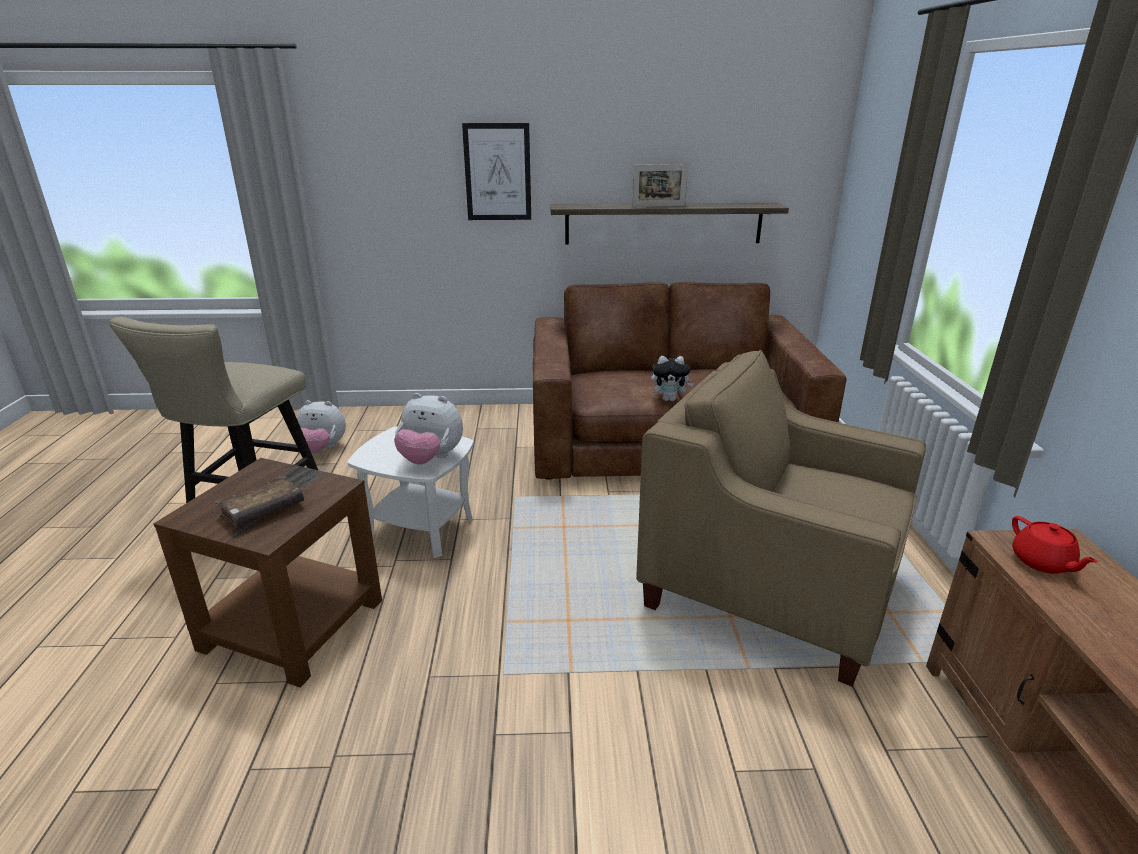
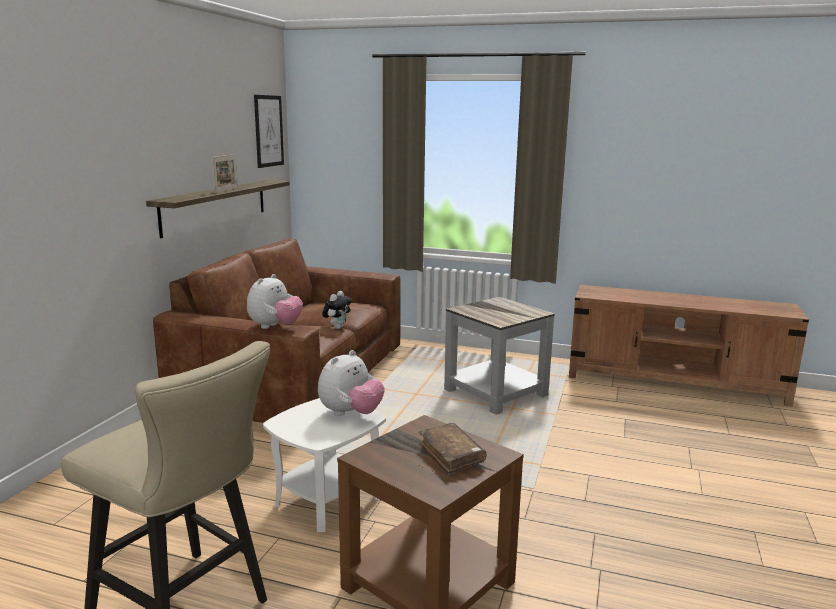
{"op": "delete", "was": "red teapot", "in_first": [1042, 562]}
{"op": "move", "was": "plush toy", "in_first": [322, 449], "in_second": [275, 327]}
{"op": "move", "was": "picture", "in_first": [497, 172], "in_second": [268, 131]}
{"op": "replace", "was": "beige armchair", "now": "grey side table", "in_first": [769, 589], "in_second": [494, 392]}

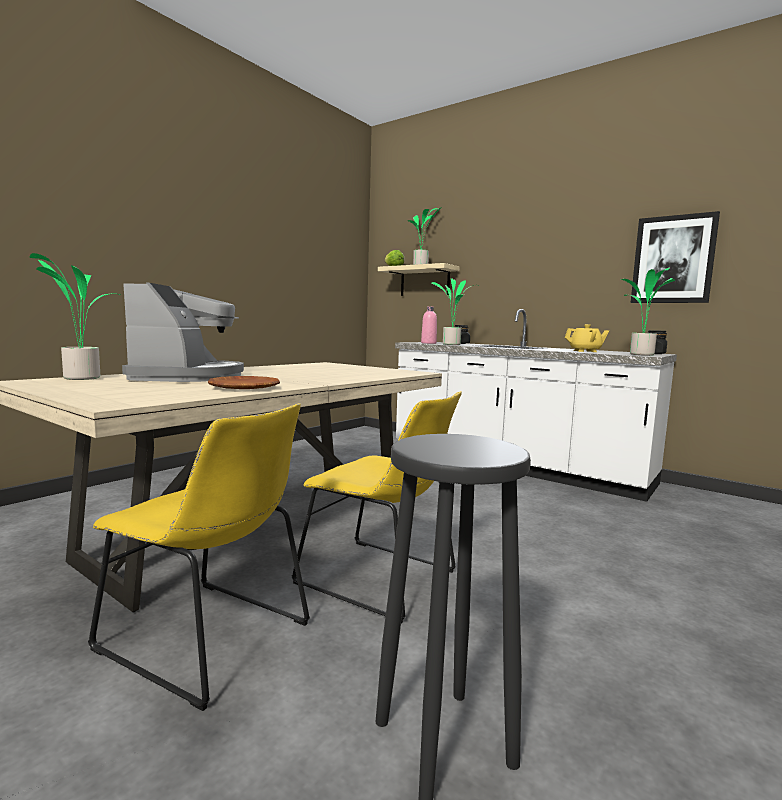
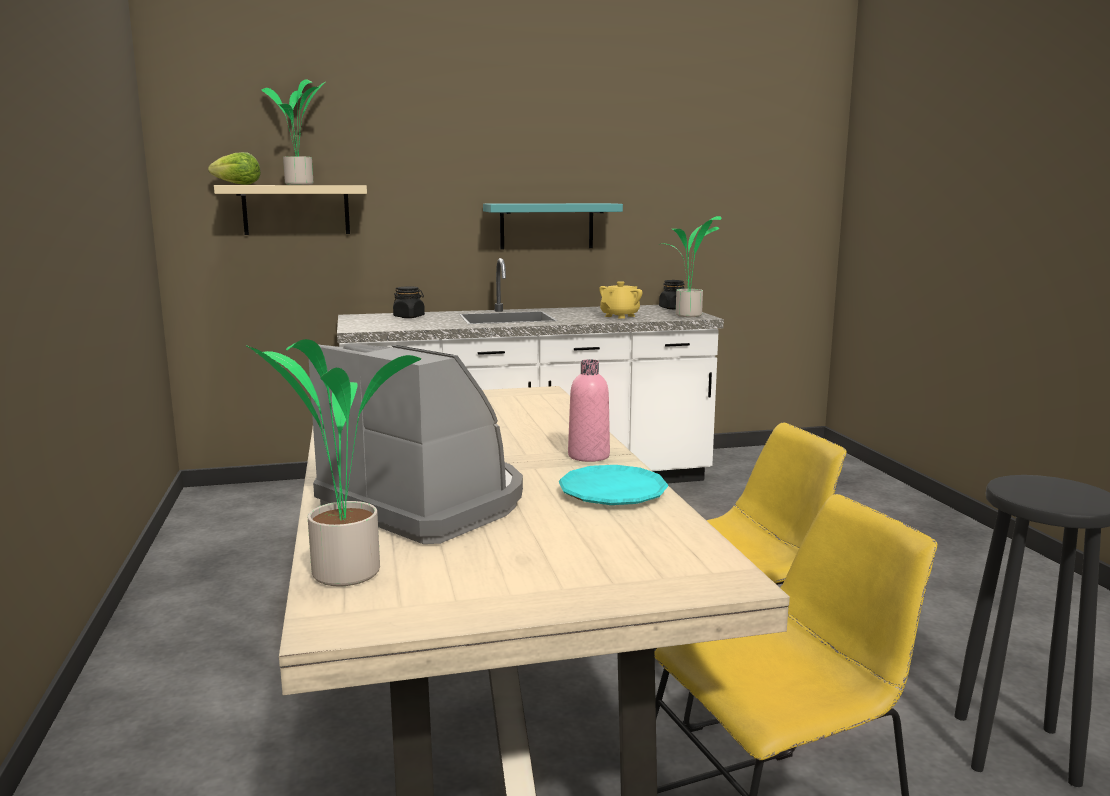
{"op": "delete", "was": "potted plant", "in_first": [452, 344]}
{"op": "delete", "was": "picture", "in_first": [673, 260]}
{"op": "insert", "now": "turquoise shelf", "in_second": [546, 226]}
{"op": "move", "was": "pink bottle", "in_first": [428, 343], "in_second": [588, 456]}
{"op": "recolor", "was": "brown plate", "now": "turquoise plate", "in_first": [244, 387], "in_second": [612, 493]}

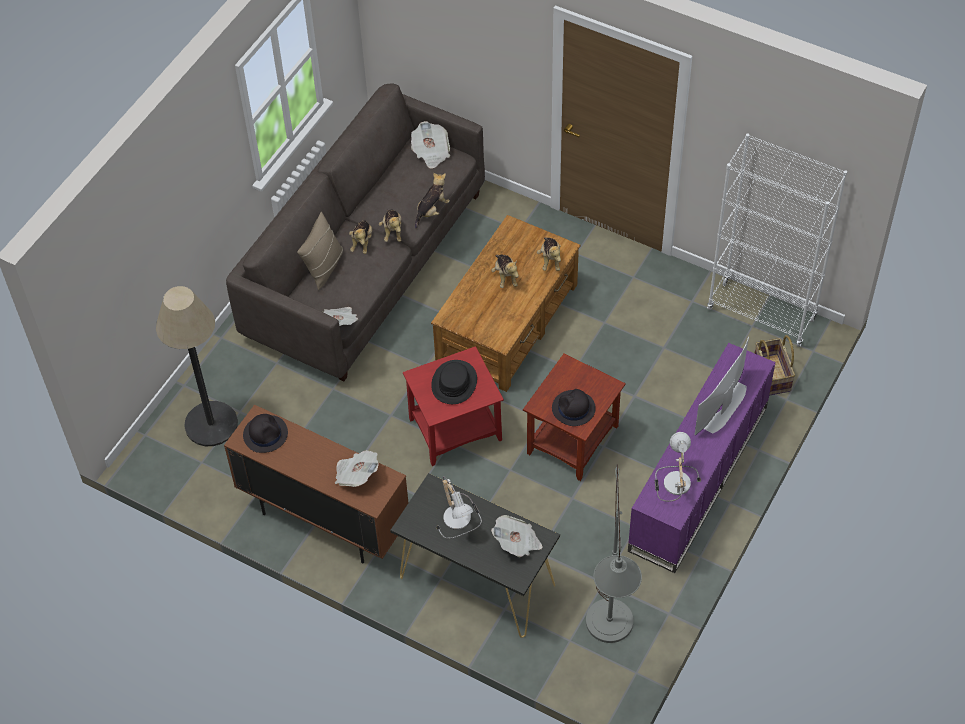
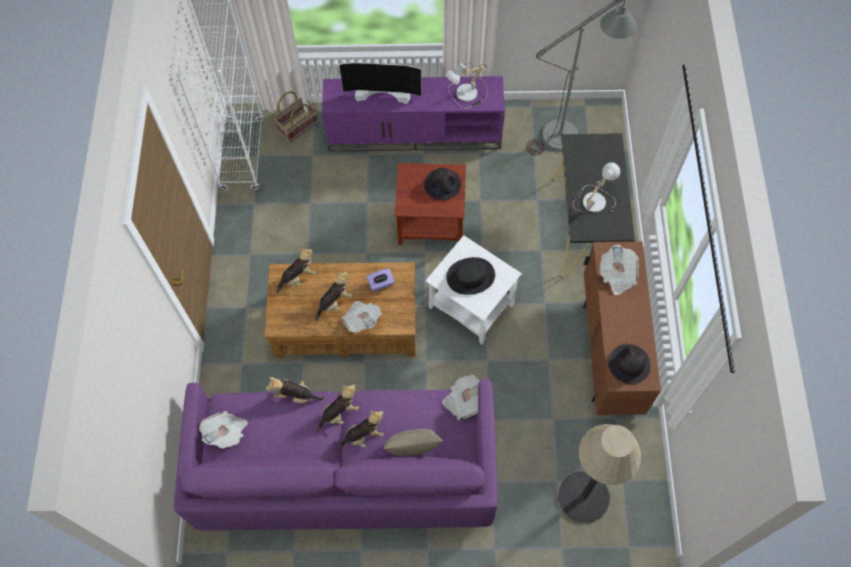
{"op": "insert", "now": "purple tissue box", "in_second": [381, 284]}
{"op": "move", "was": "newspaper", "in_first": [517, 543], "in_second": [362, 319]}
{"op": "recolor", "was": "grey sofa", "now": "purple sofa", "in_first": [366, 264], "in_second": [345, 470]}
{"op": "recolor", "was": "red side table", "now": "white side table", "in_first": [455, 430], "in_second": [472, 305]}

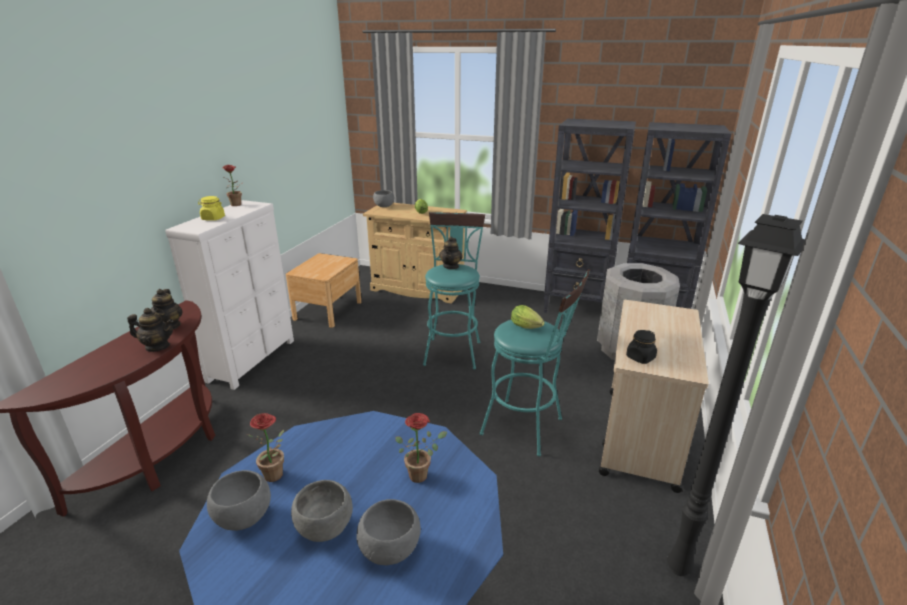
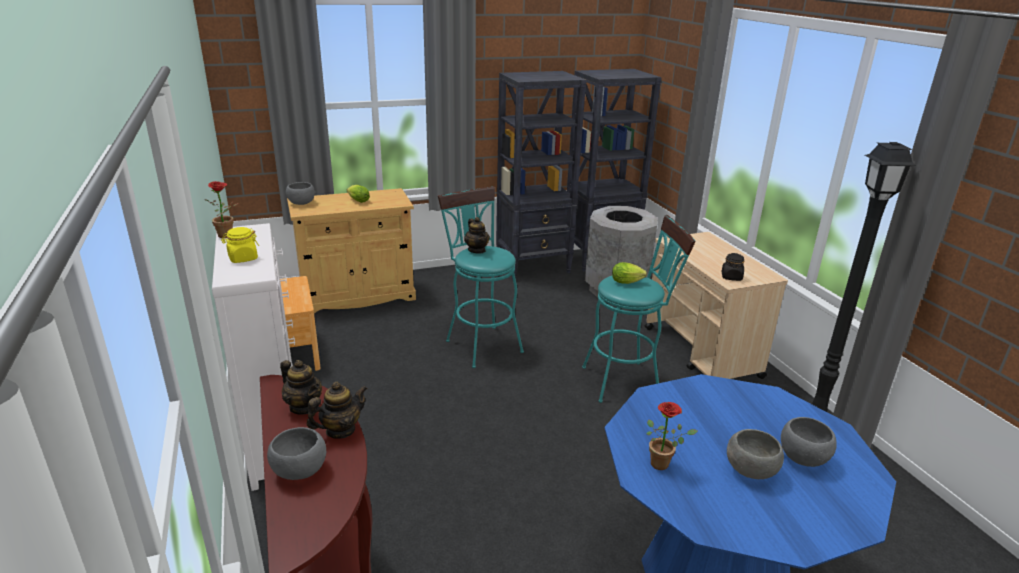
{"op": "delete", "was": "potted plant", "in_first": [421, 474]}
{"op": "move", "was": "grey bowl", "in_first": [244, 517], "in_second": [300, 471]}

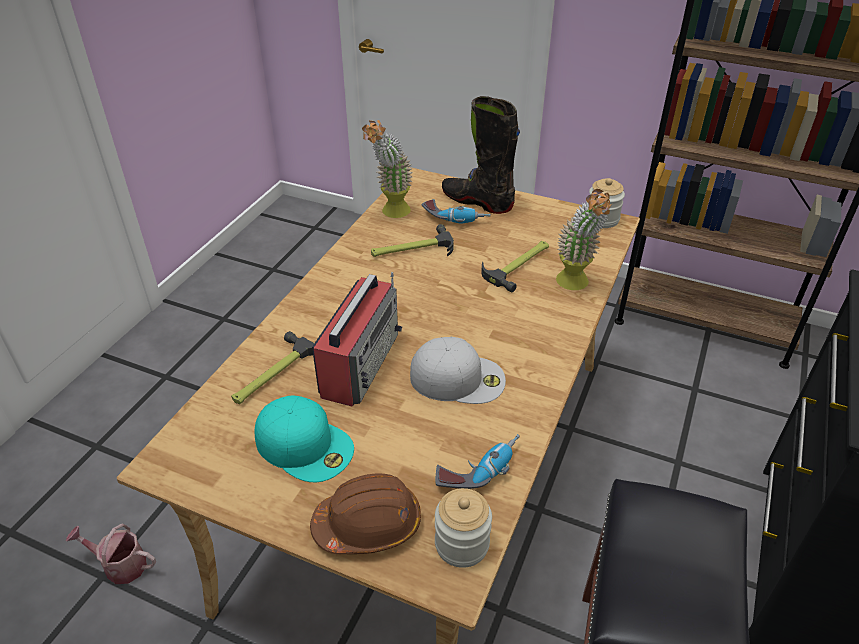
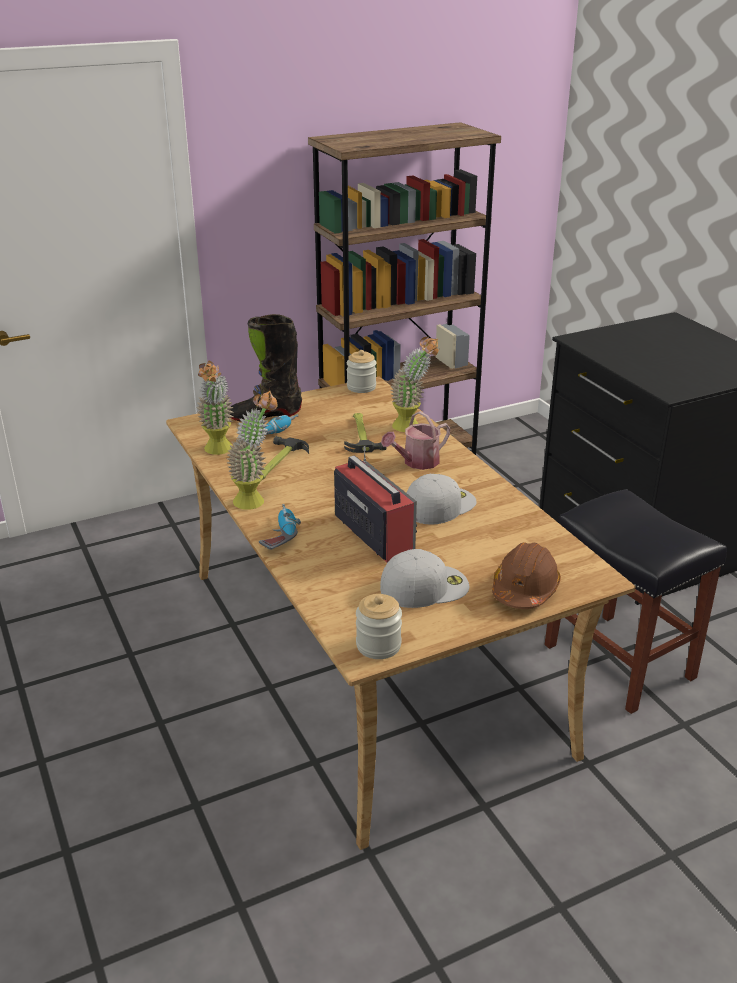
{"op": "delete", "was": "hammer", "in_first": [274, 375]}
{"op": "insert", "now": "potted plant", "in_second": [255, 499]}
{"op": "move", "was": "watering can", "in_first": [120, 565], "in_second": [417, 462]}
{"op": "move", "was": "power drill", "in_first": [479, 468], "in_second": [279, 534]}
{"op": "move", "was": "jar", "in_first": [461, 544], "in_second": [378, 645]}
{"op": "recolor", "was": "turquoise cap", "now": "white cap", "in_first": [305, 445], "in_second": [425, 586]}

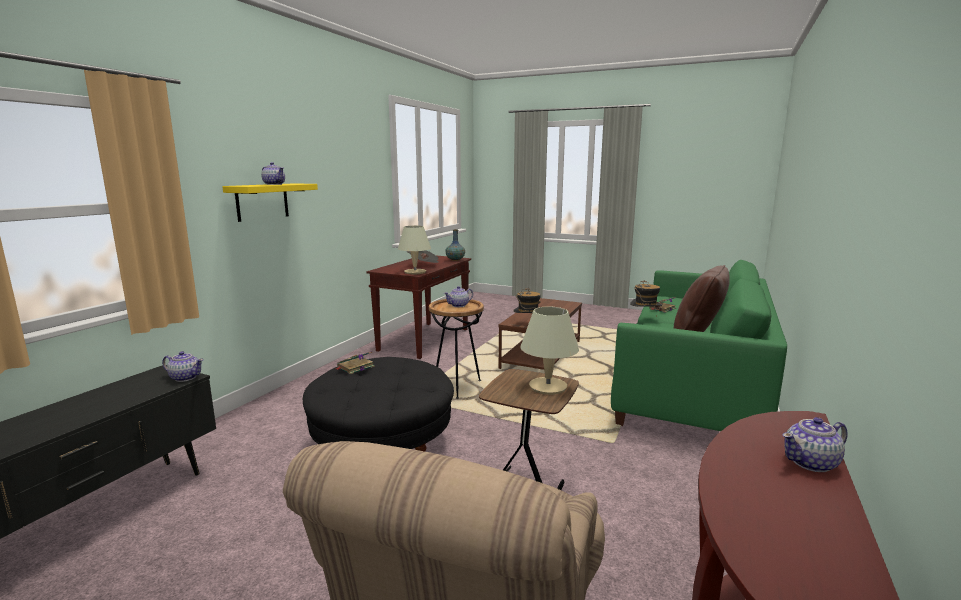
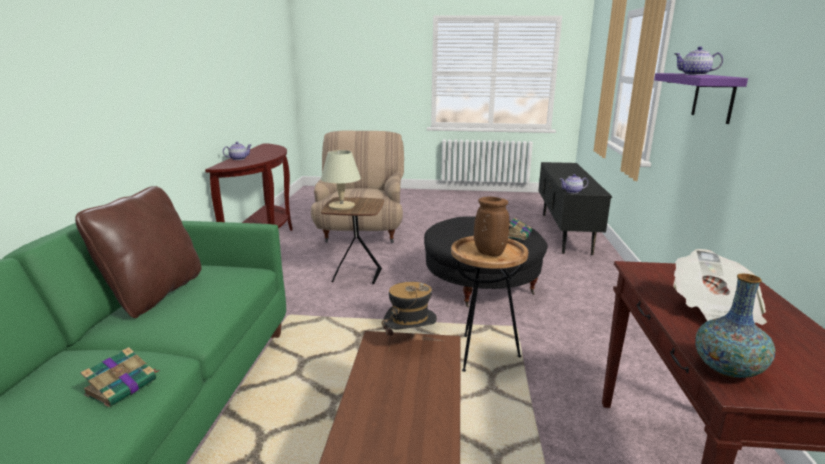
{"op": "delete", "was": "beige table lamp", "in_first": [415, 272]}
{"op": "delete", "was": "hat", "in_first": [644, 319]}
{"op": "replace", "was": "teapot", "now": "brown vase", "in_first": [459, 305], "in_second": [488, 253]}
{"op": "recolor", "was": "yellow shelf", "now": "purple shelf", "in_first": [262, 201], "in_second": [713, 97]}

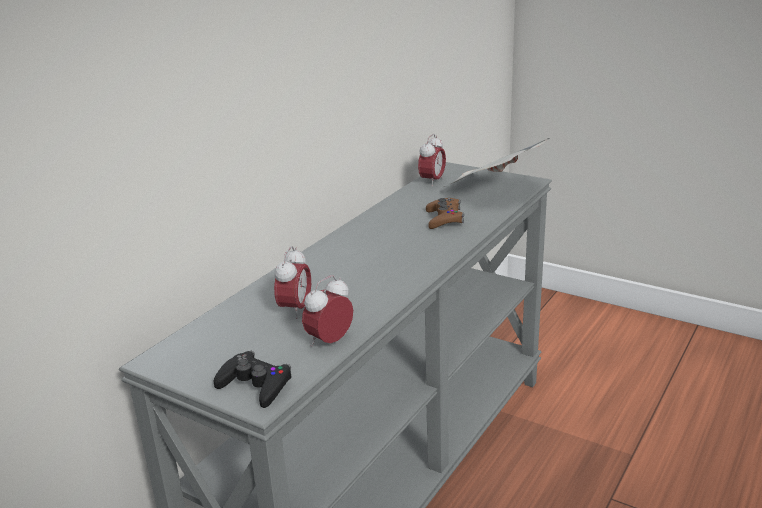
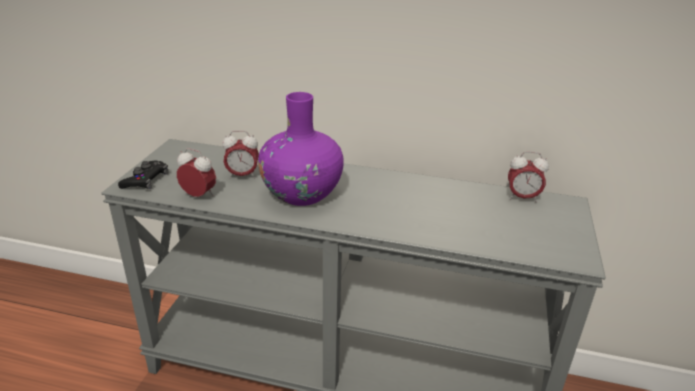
{"op": "delete", "was": "brown game controller", "in_first": [444, 219]}
{"op": "delete", "was": "newspaper", "in_first": [494, 190]}
{"op": "insert", "now": "purple vase", "in_second": [302, 194]}

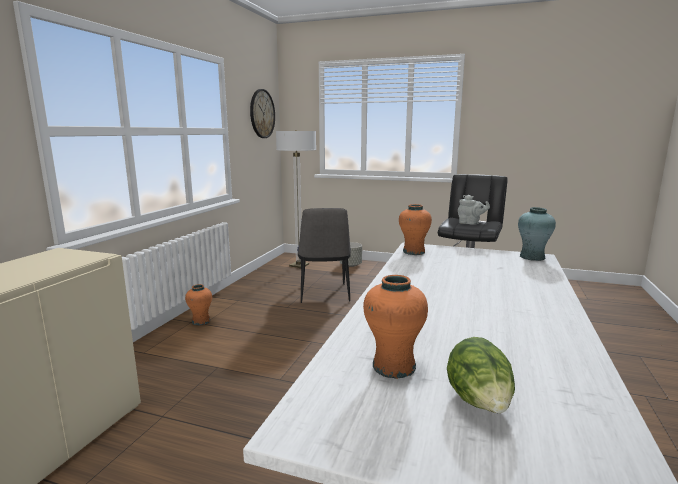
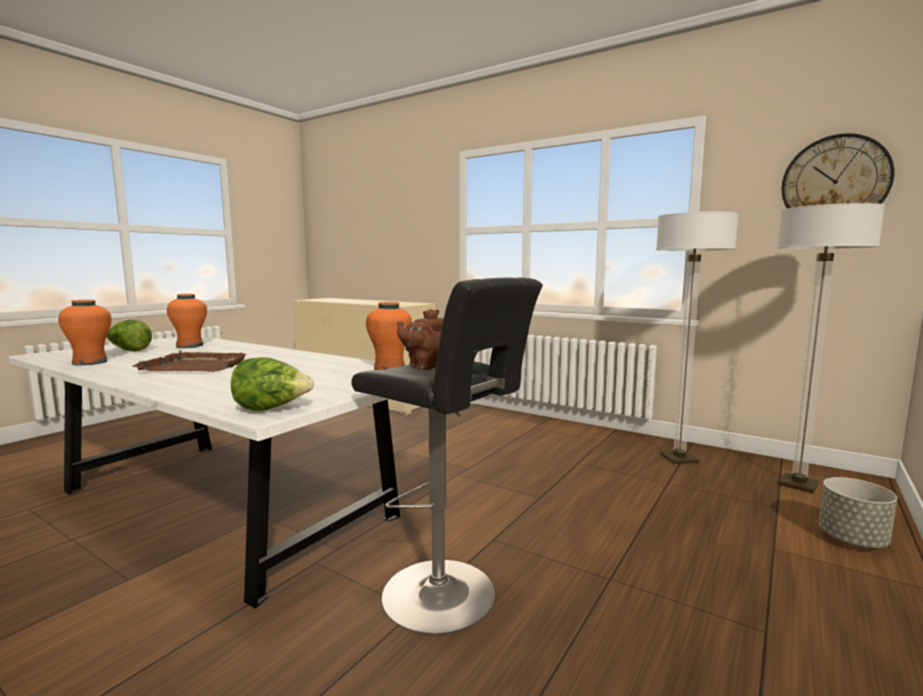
{"op": "delete", "was": "chair", "in_first": [324, 294]}
{"op": "insert", "now": "brown tray", "in_second": [195, 366]}
{"op": "insert", "now": "floor lamp", "in_second": [679, 459]}
{"op": "move", "was": "orange vase", "in_first": [201, 321], "in_second": [90, 362]}
{"op": "replace", "was": "turquoise vase", "now": "lettuce", "in_first": [532, 257], "in_second": [271, 409]}
{"op": "recolor", "was": "grey teapot", "now": "brown teapot", "in_first": [470, 223], "in_second": [424, 367]}

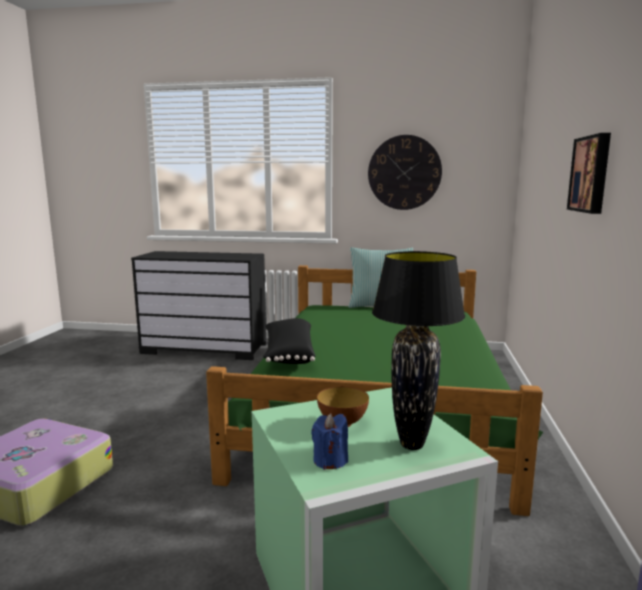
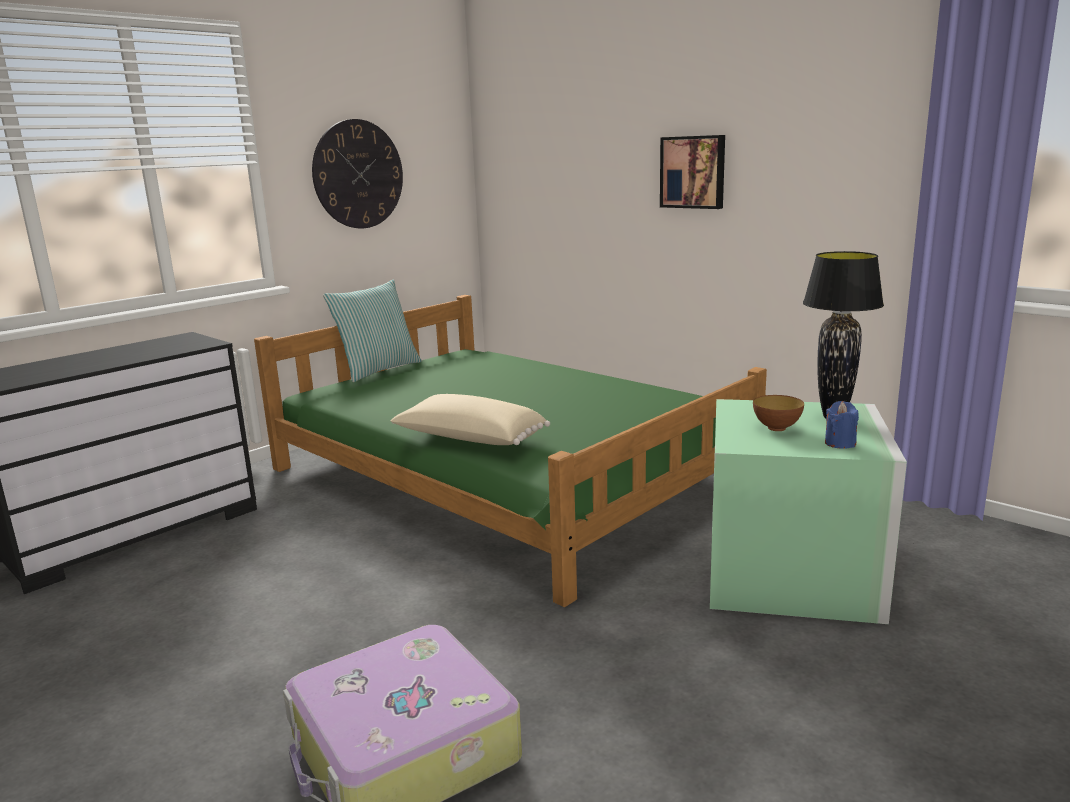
{"op": "recolor", "was": "black pillow", "now": "beige pillow", "in_first": [288, 354], "in_second": [469, 440]}

